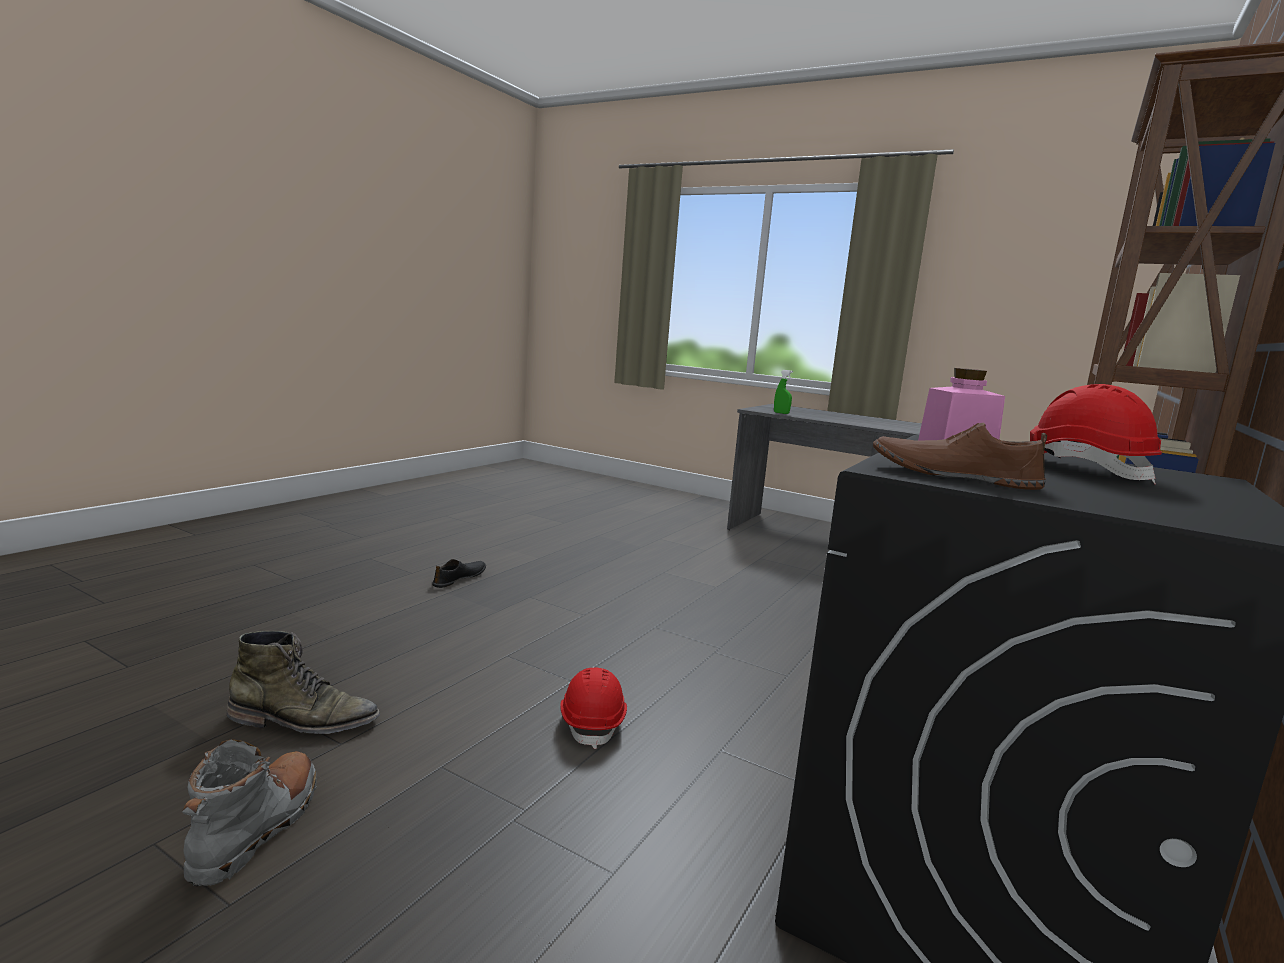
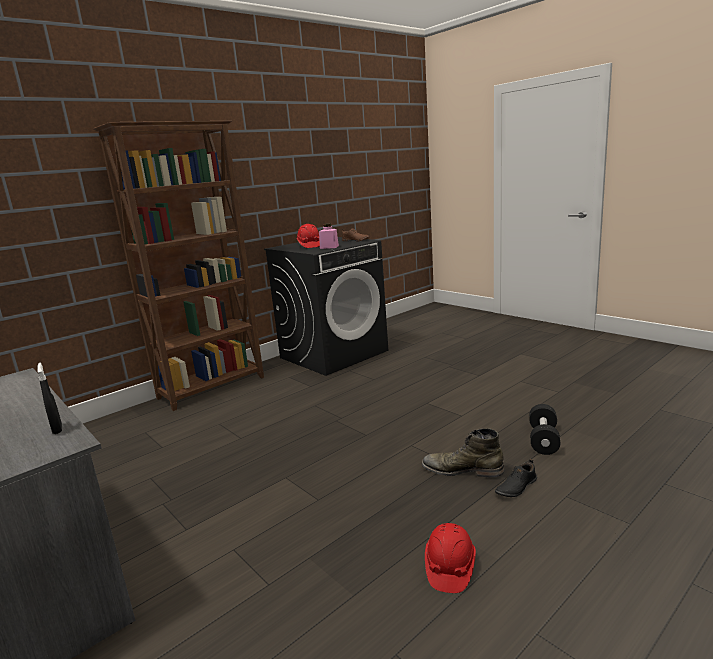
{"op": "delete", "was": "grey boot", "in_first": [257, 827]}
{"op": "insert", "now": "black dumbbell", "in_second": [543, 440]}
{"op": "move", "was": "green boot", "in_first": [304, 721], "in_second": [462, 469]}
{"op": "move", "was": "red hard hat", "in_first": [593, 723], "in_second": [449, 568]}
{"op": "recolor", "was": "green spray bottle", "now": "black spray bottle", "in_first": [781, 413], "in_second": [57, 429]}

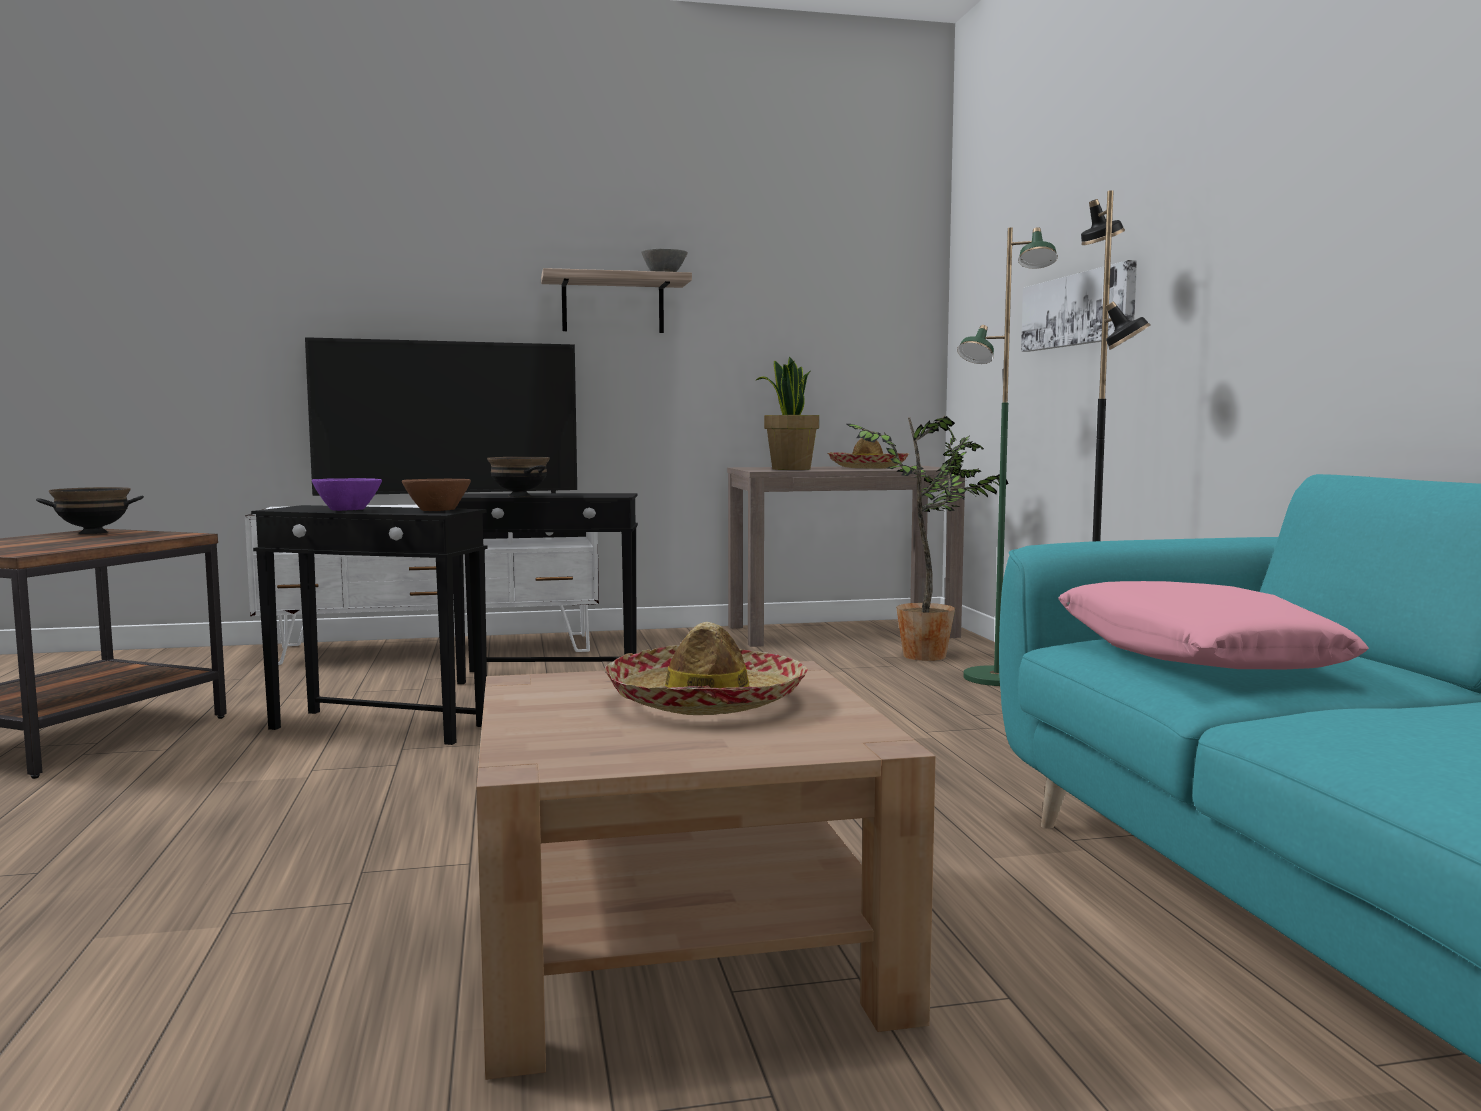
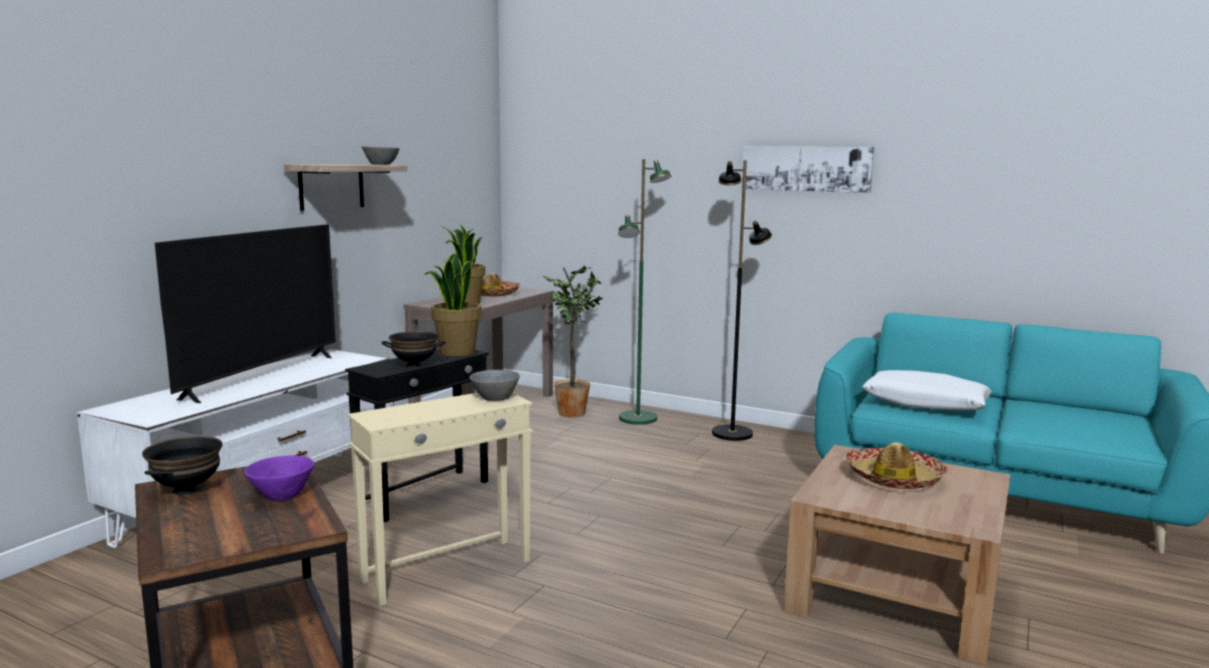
{"op": "insert", "now": "potted plant", "in_second": [456, 352]}
{"op": "move", "was": "purple bowl", "in_first": [350, 510], "in_second": [283, 494]}
{"op": "move", "was": "picture", "in_first": [1078, 310], "in_second": [806, 168]}
{"op": "recolor", "was": "black side table", "now": "beige side table", "in_first": [378, 727], "in_second": [448, 570]}
{"op": "recolor", "was": "brown bowl", "now": "grey bowl", "in_first": [439, 510], "in_second": [495, 397]}
{"op": "recolor", "was": "pink pillow", "now": "white pillow", "in_first": [1194, 655], "in_second": [925, 403]}

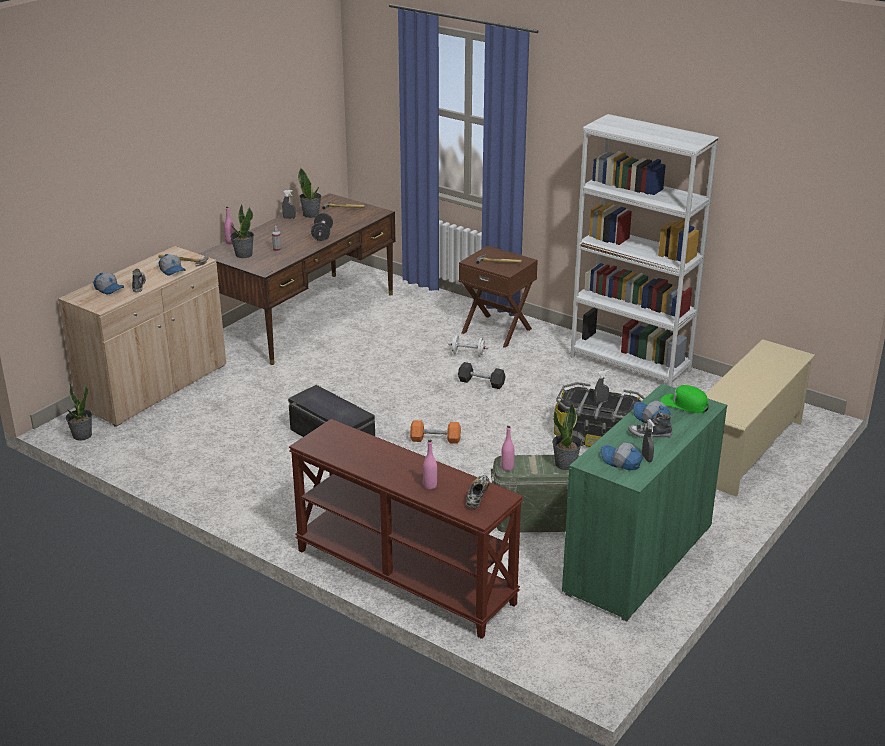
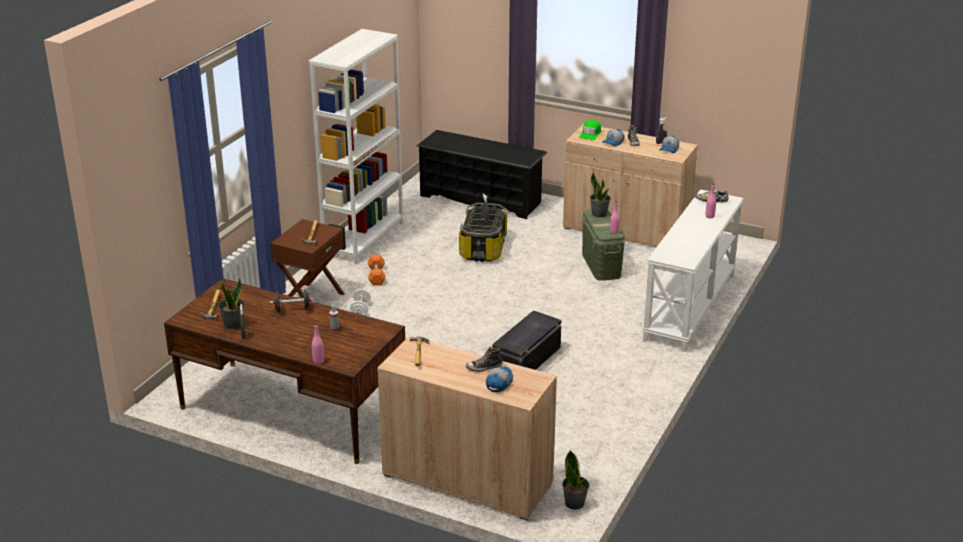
{"op": "delete", "was": "cap", "in_first": [173, 270]}
{"op": "delete", "was": "potted plant", "in_first": [243, 254]}
{"op": "delete", "was": "grey dumbbell", "in_first": [481, 383]}
{"op": "move", "was": "orange dumbbell", "in_first": [435, 439], "in_second": [376, 276]}
{"op": "recolor", "was": "brown console table", "now": "white console table", "in_first": [403, 577], "in_second": [690, 307]}
{"op": "recolor", "was": "green cabinet", "now": "beige cabinet", "in_first": [638, 559], "in_second": [625, 231]}
{"op": "recolor", "was": "beige shoe rack", "now": "black shoe rack", "in_first": [743, 449], "in_second": [481, 199]}

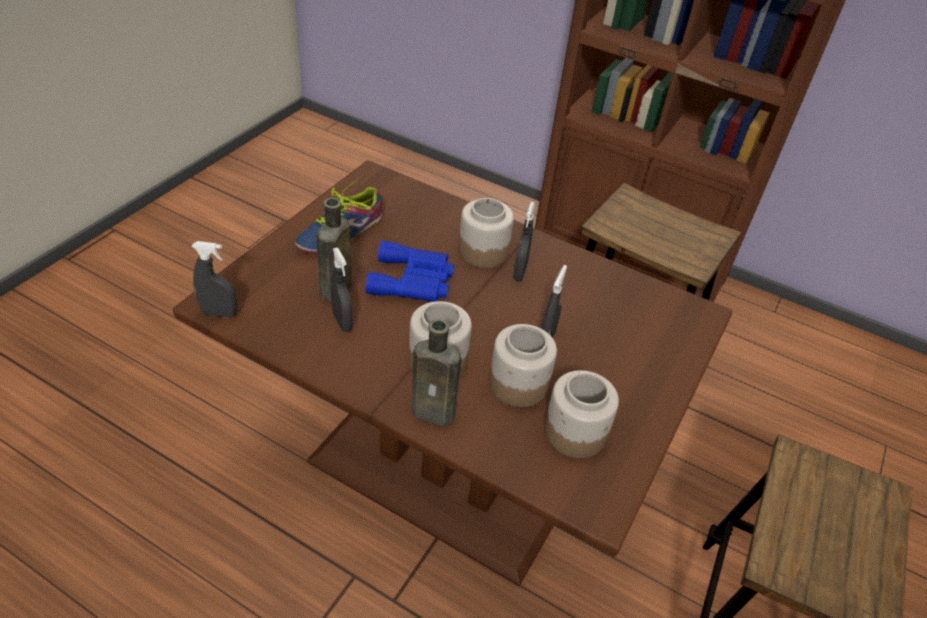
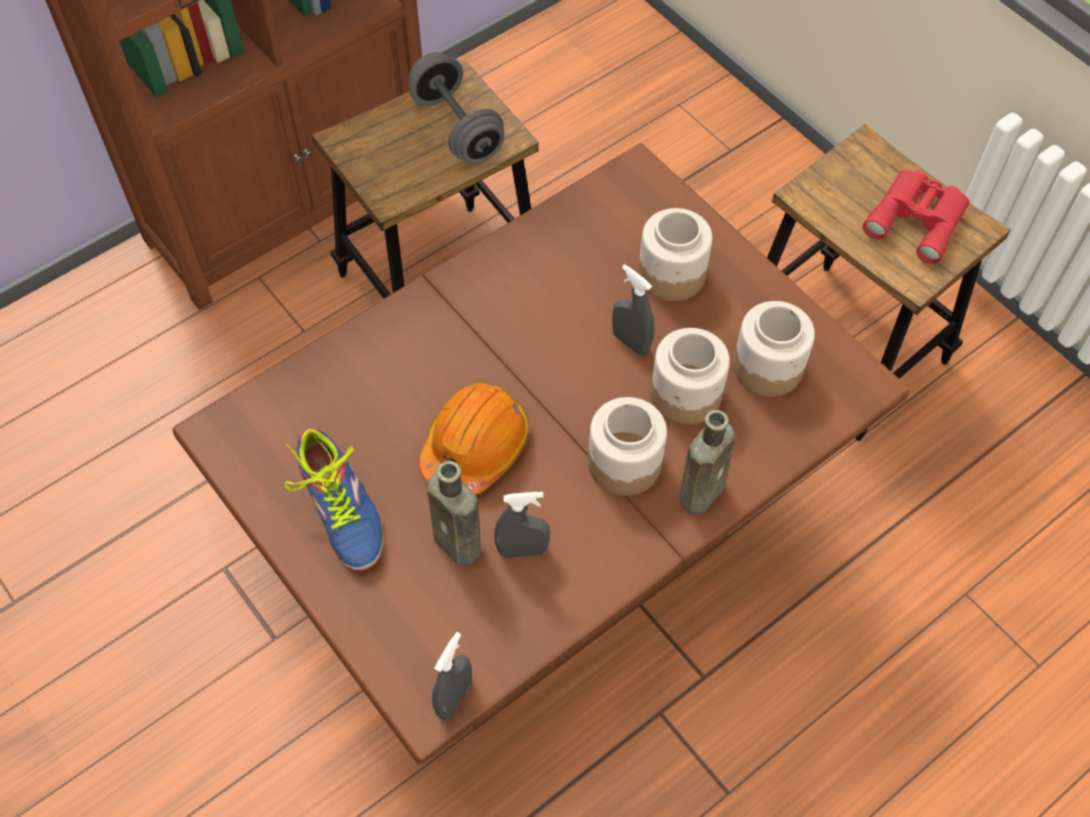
{"op": "delete", "was": "grey spray bottle", "in_first": [520, 272]}
{"op": "insert", "now": "grey dumbbell", "in_second": [457, 127]}
{"op": "insert", "now": "red binoculars", "in_second": [918, 218]}
{"op": "move", "was": "jar", "in_first": [483, 251], "in_second": [670, 274]}
{"op": "replace", "was": "blue binoculars", "now": "orange hard hat", "in_first": [413, 281], "in_second": [475, 447]}

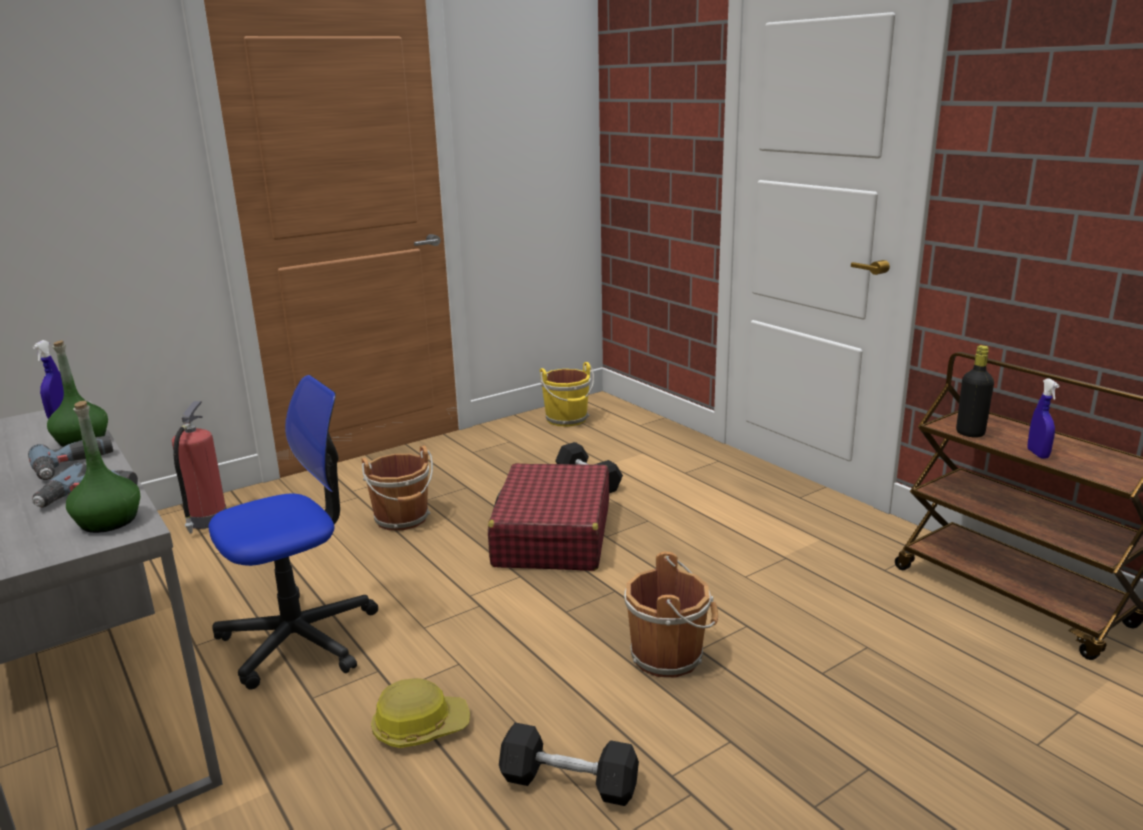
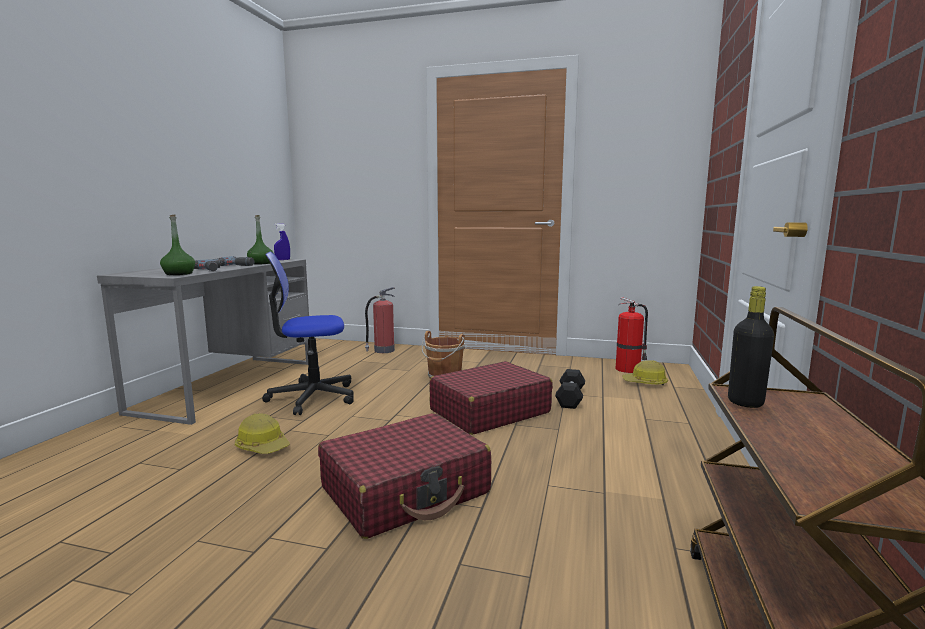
{"op": "delete", "was": "black dumbbell", "in_first": [569, 783]}
{"op": "delete", "was": "blue spray bottle", "in_first": [1037, 454]}
{"op": "insert", "now": "hard hat", "in_second": [645, 383]}
{"op": "replace", "was": "yellow bucket", "now": "fire extinguisher", "in_first": [567, 419], "in_second": [629, 369]}
{"op": "replace", "was": "brown bucket", "now": "red suitcase", "in_first": [670, 655], "in_second": [406, 490]}
{"op": "rotate", "was": "office chair", "in_first": [299, 639], "in_second": [312, 397], "clockwise": 150}

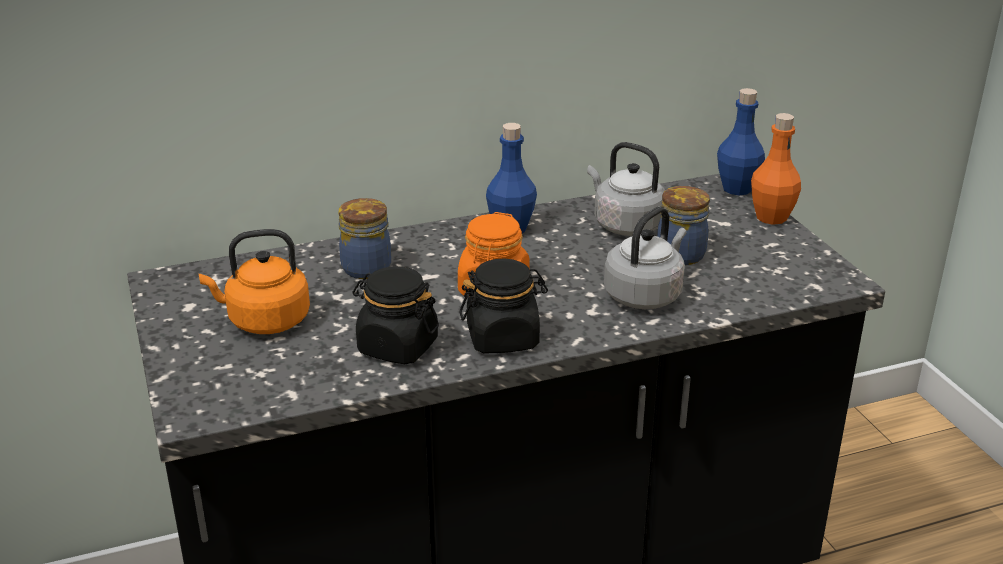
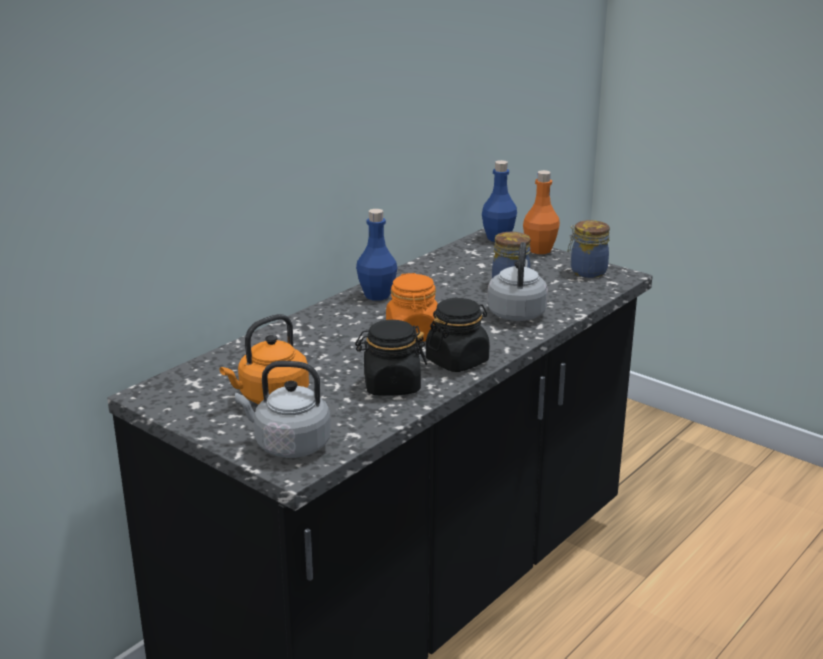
{"op": "move", "was": "jar", "in_first": [365, 267], "in_second": [586, 271]}
{"op": "move", "was": "grey kettle", "in_first": [625, 225], "in_second": [288, 445]}

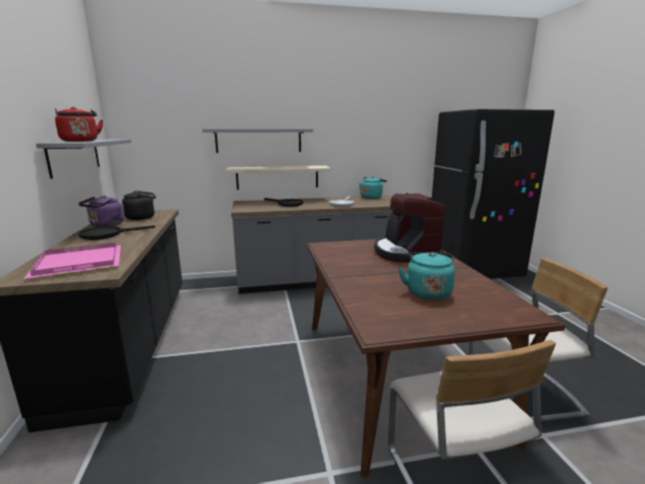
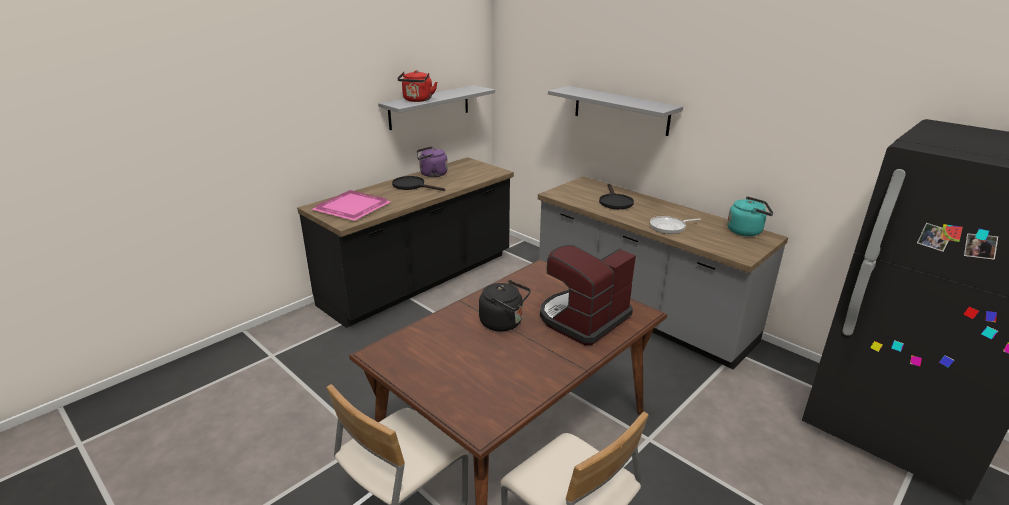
{"op": "delete", "was": "beige shelf", "in_first": [277, 177]}
{"op": "delete", "was": "turquoise kettle", "in_first": [427, 292]}
{"op": "move", "was": "black kettle", "in_first": [142, 217], "in_second": [504, 323]}

